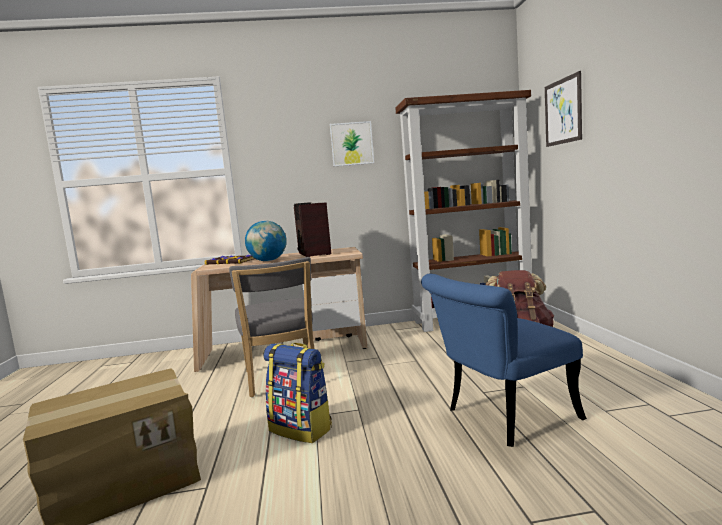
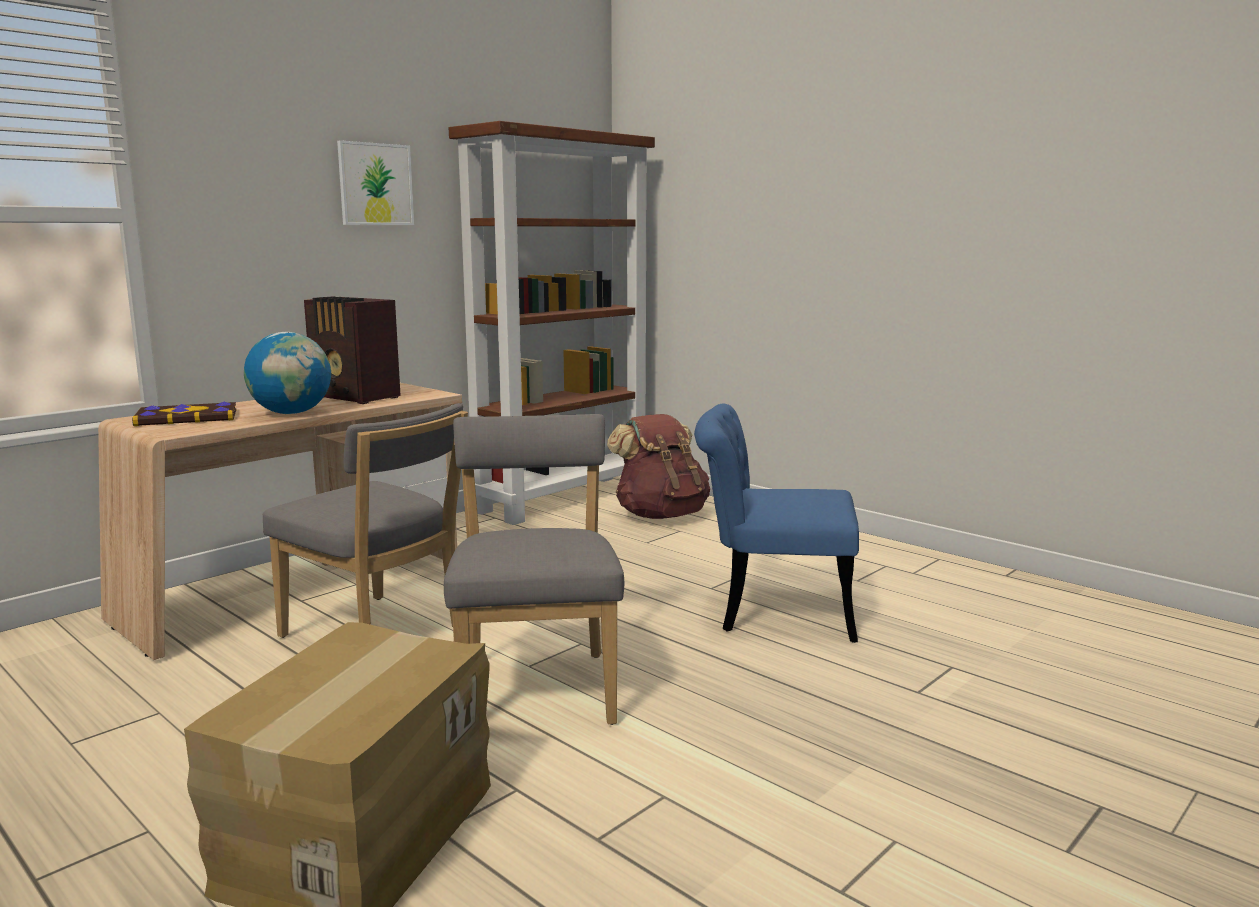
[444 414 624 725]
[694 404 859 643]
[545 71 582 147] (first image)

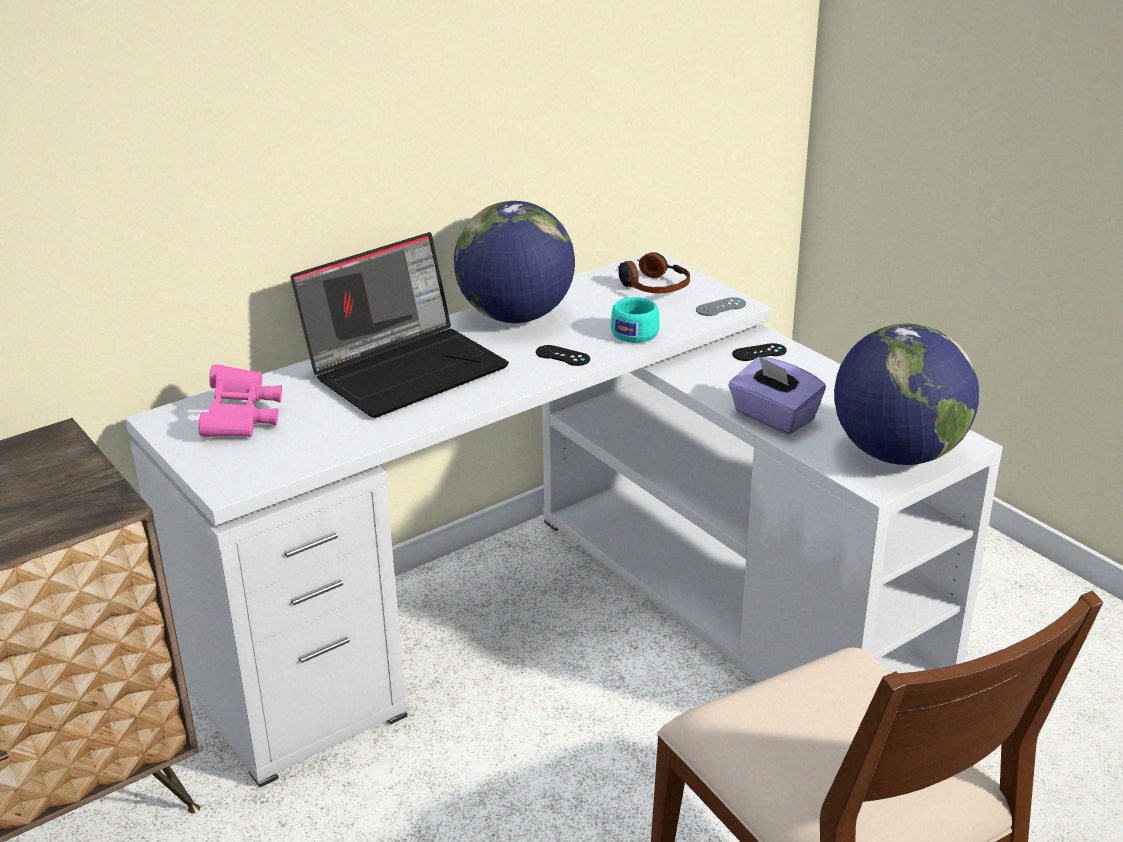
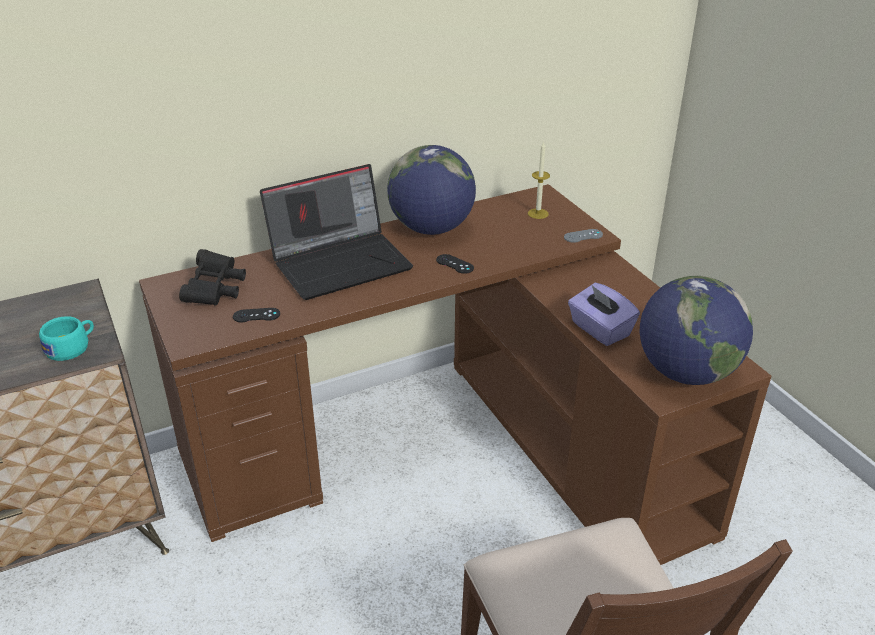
[139 184 771 565]
[179 249 246 306]
[39 316 94 361]
[528 141 550 219]
[233 308 280 322]

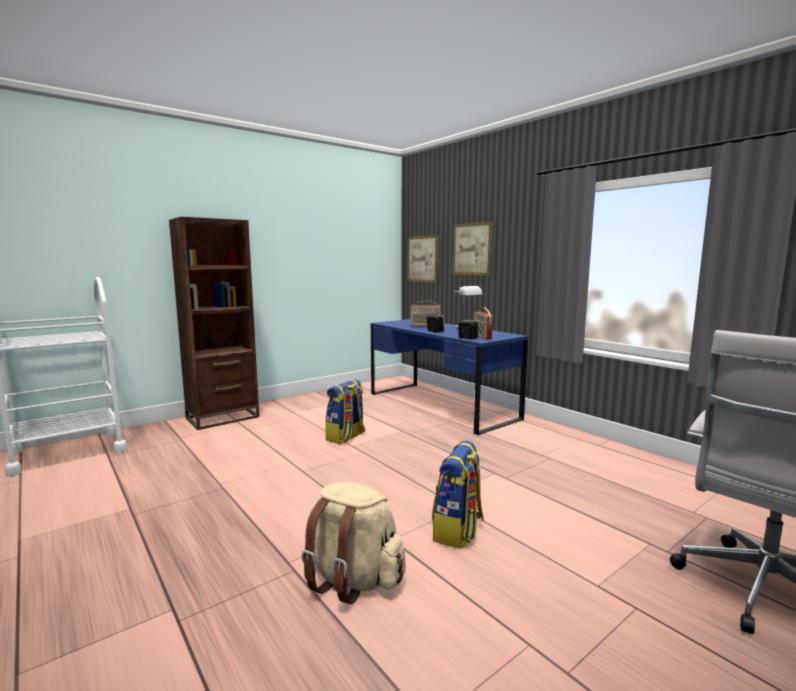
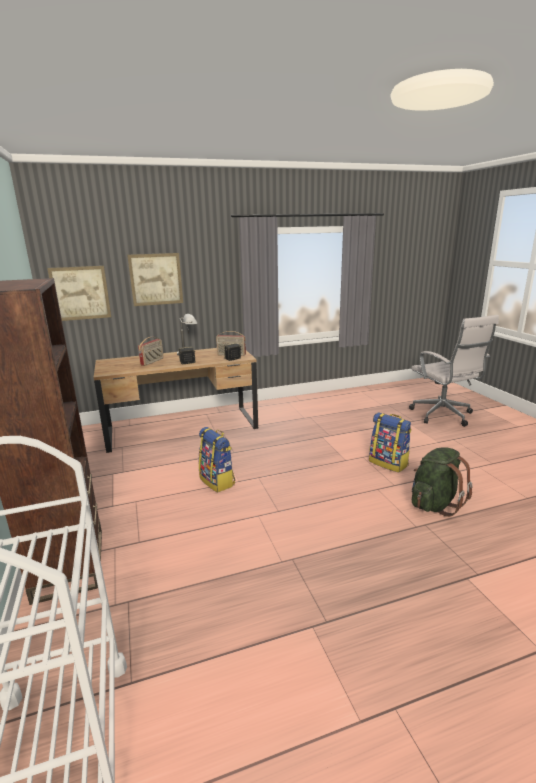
[412 447 472 517]
[94 348 258 453]

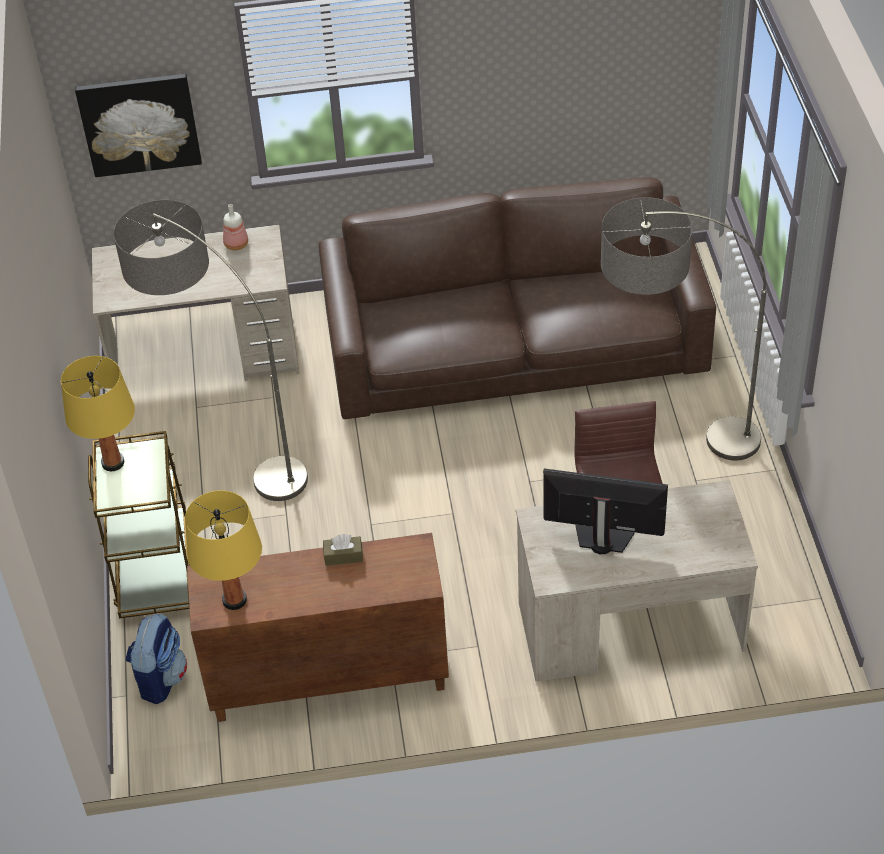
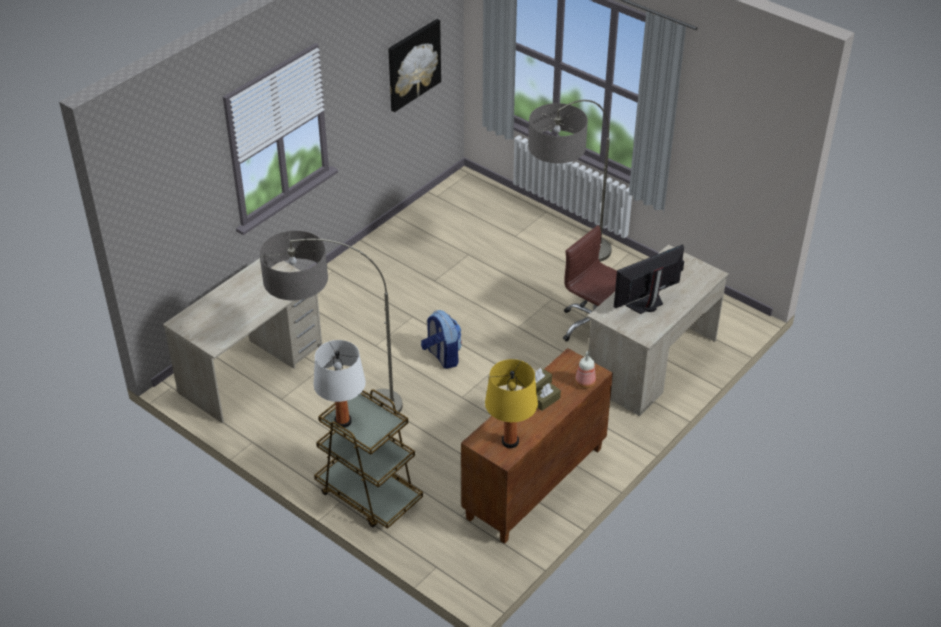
[313 340 366 428]
[388 19 441 112]
[421 310 462 369]
[575 351 596 388]
[319 177 716 419] (first image)
[537 383 561 411]

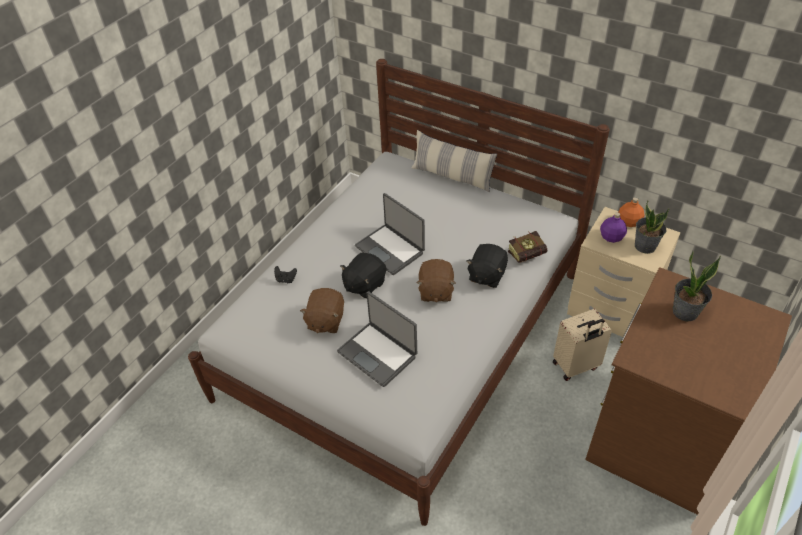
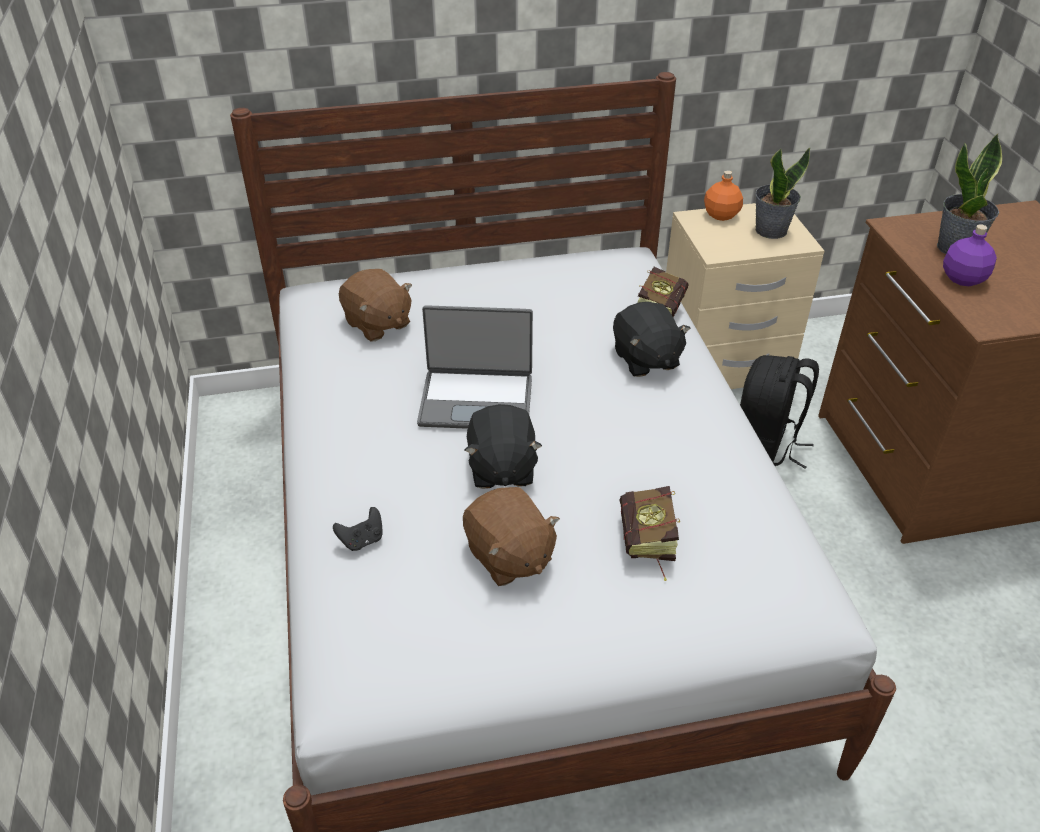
[620 486 680 581]
[412 130 497 192] (first image)
[339 269 412 342]
[740 355 819 469]
[943 224 997 286]

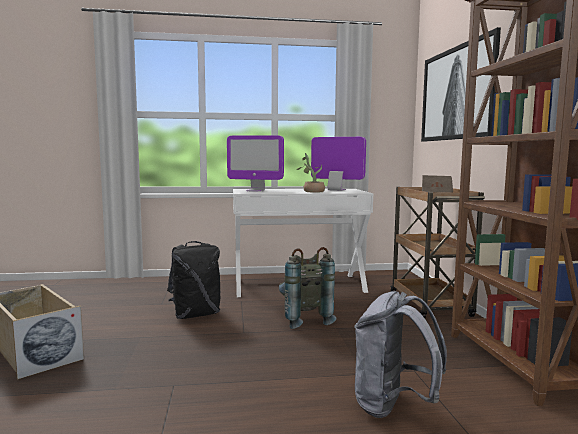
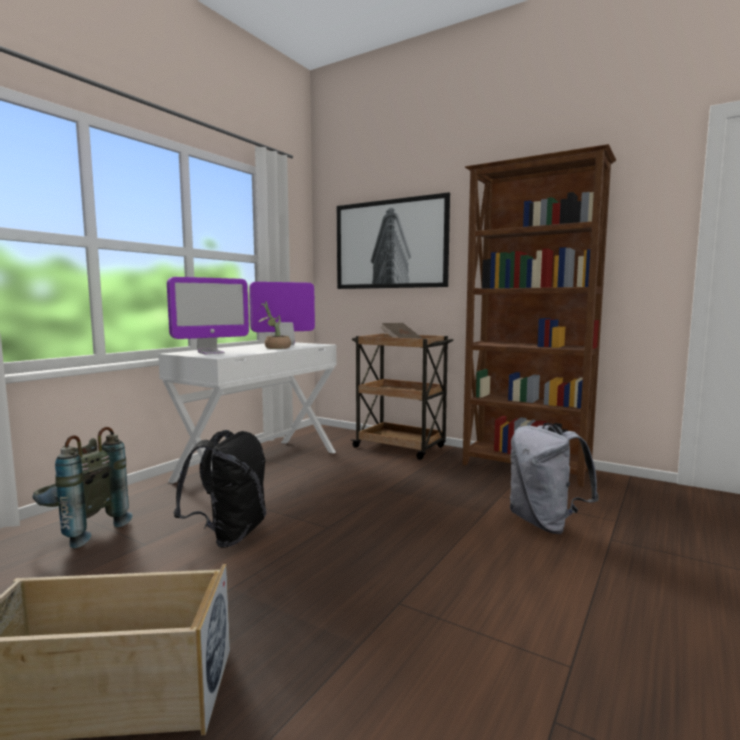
[33 427 133 549]

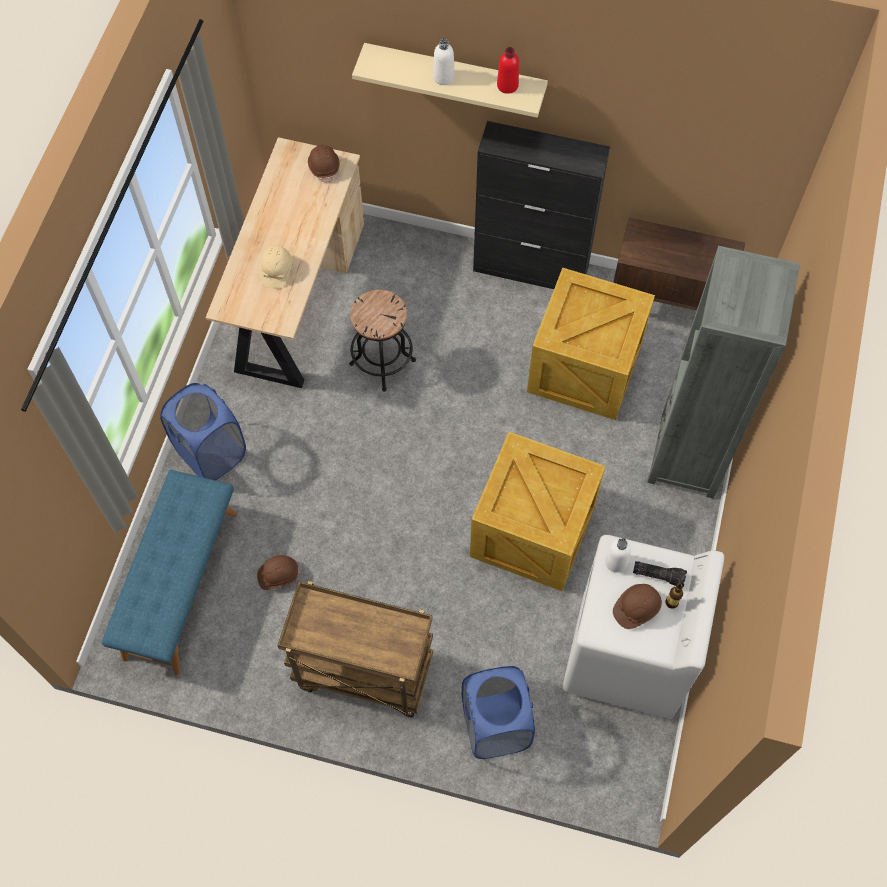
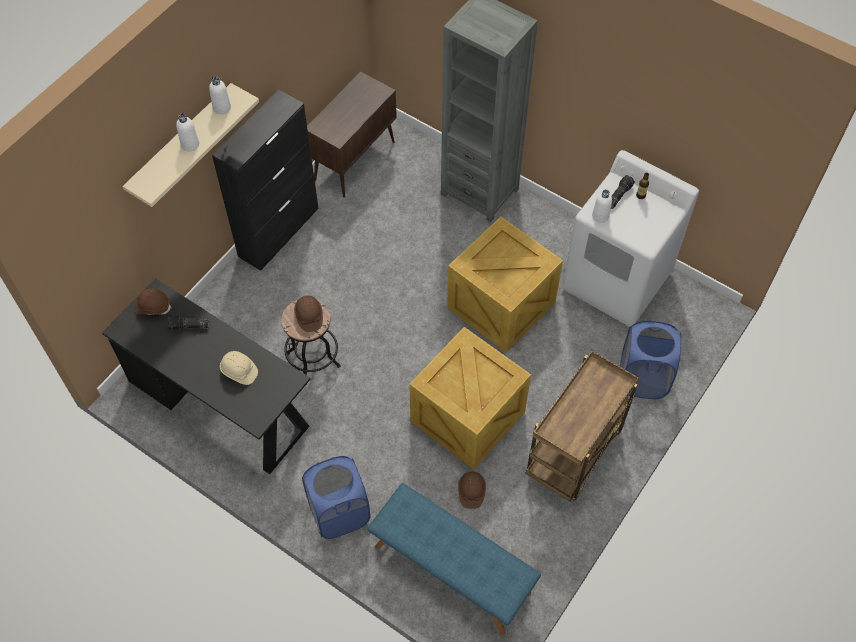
[102 278 311 474]
[209 76 231 114]
[409 327 531 470]
[294 296 323 332]
[168 316 209 330]

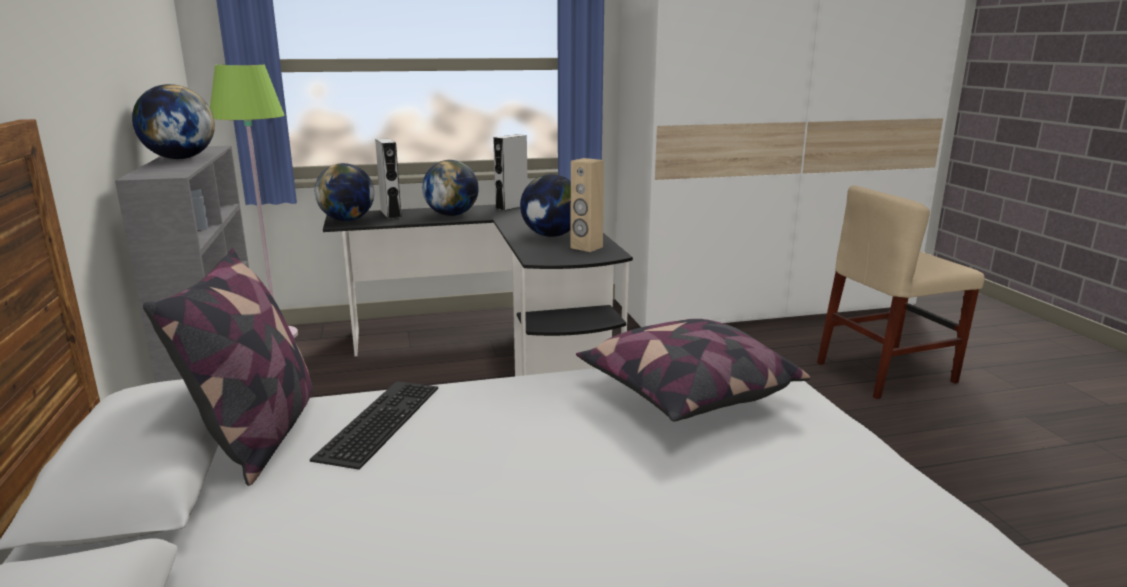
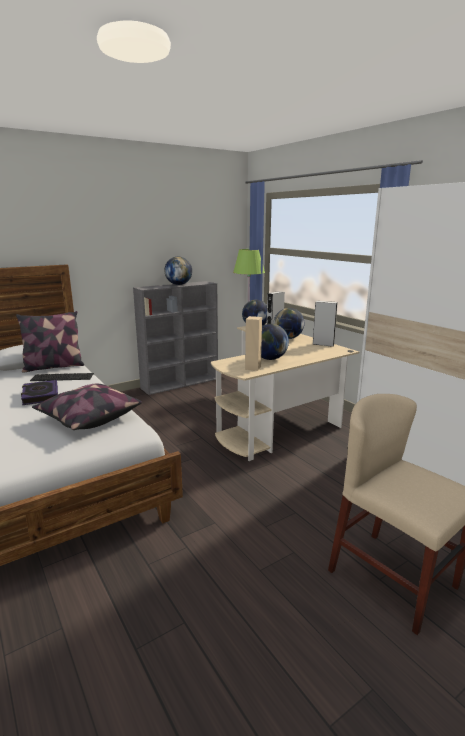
[211 323 359 461]
[21 380 58 405]

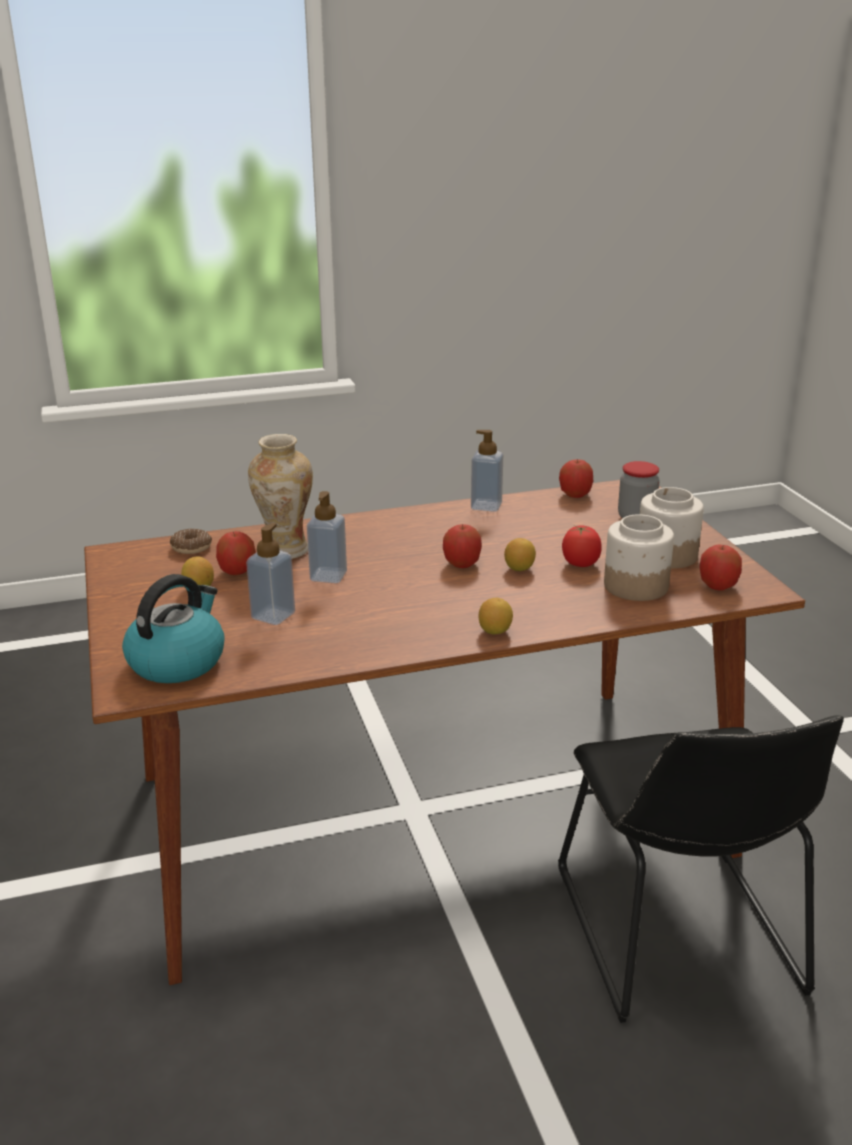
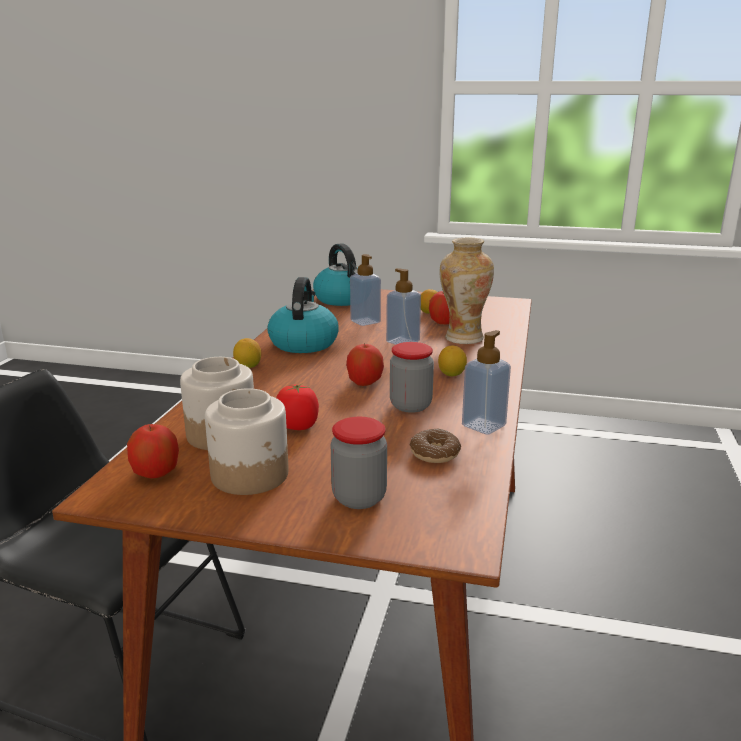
[409 429 461 463]
[438 345 467 376]
[559 459 593 498] (first image)
[267 277 339 353]
[390 342 434 413]

